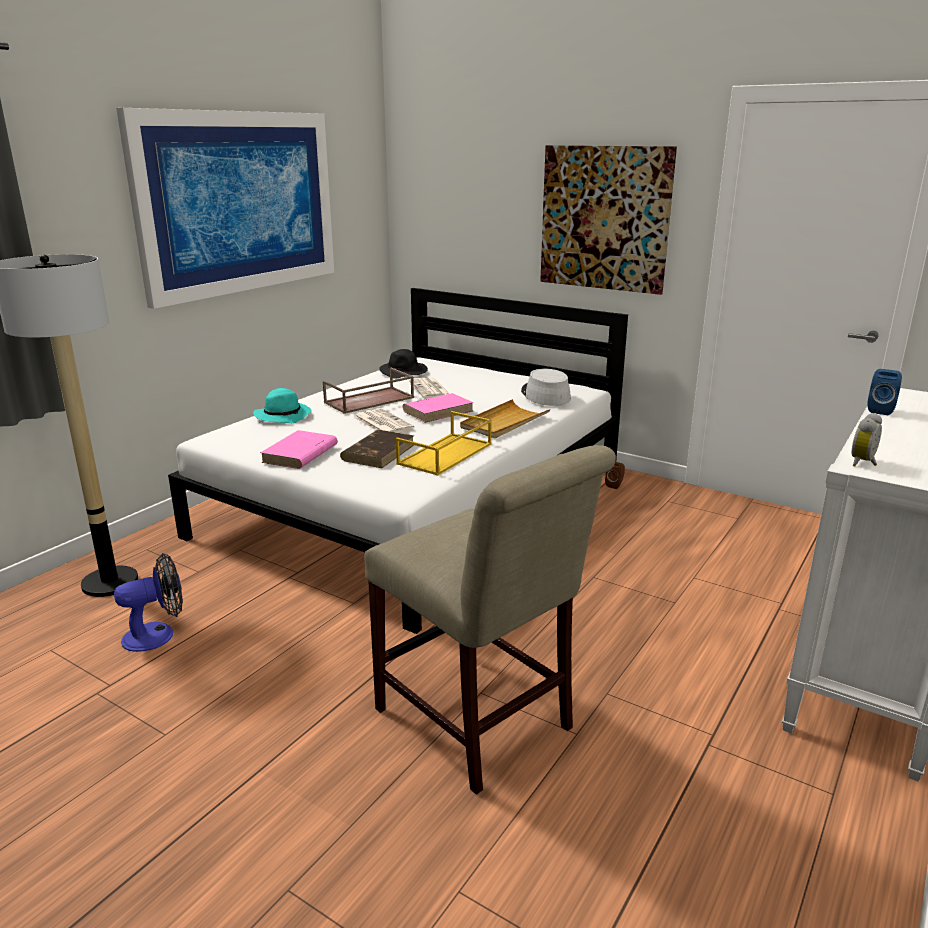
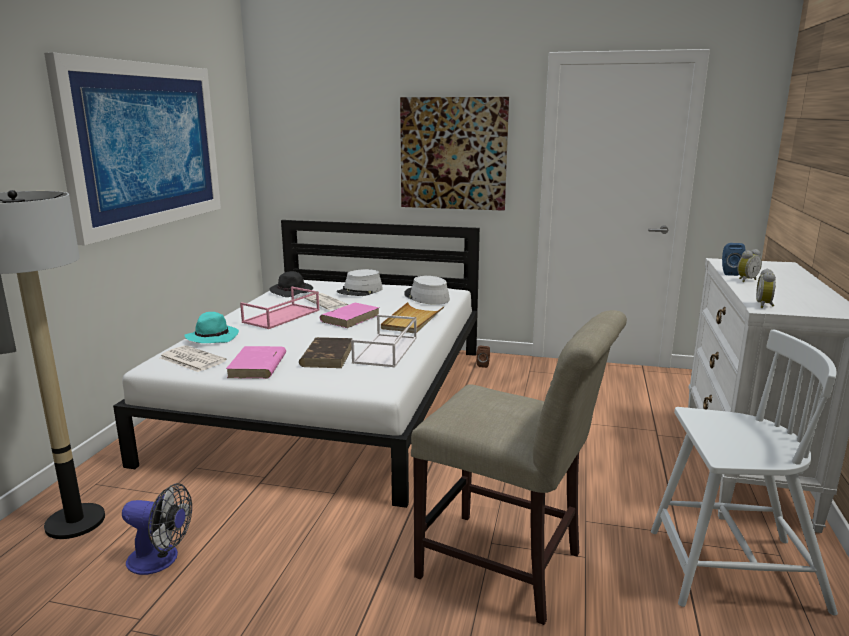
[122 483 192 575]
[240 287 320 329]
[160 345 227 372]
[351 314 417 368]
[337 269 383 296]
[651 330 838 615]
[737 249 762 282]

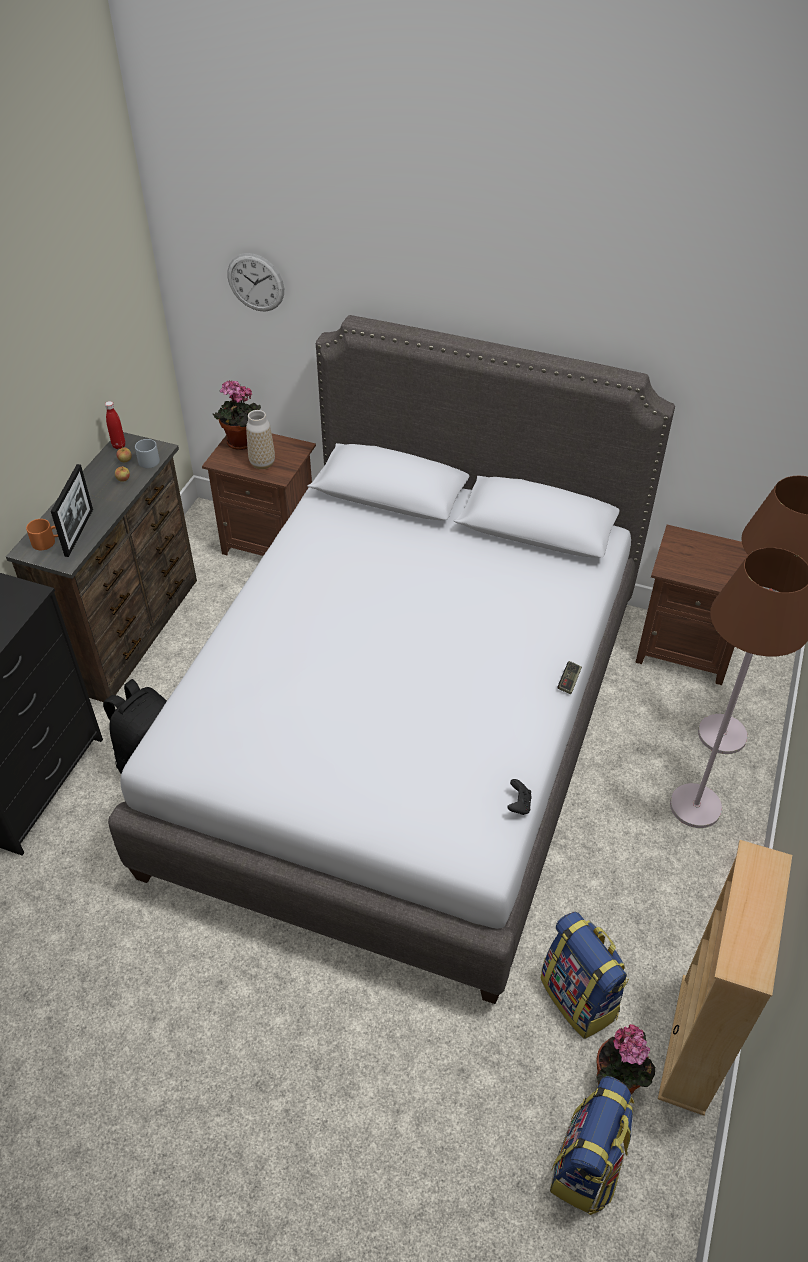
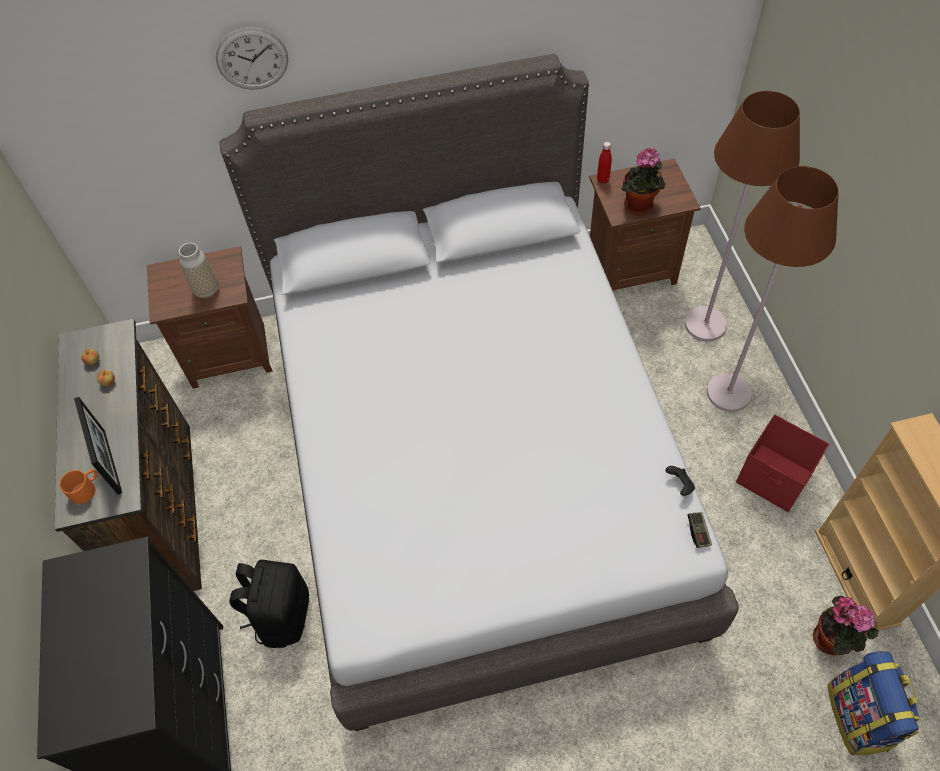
[597 142 612 184]
[135 439 160 468] (first image)
[621 147 666 215]
[216 27 288 90]
[540 912 629 1039] (first image)
[687 512 712 548]
[736 415 829 512]

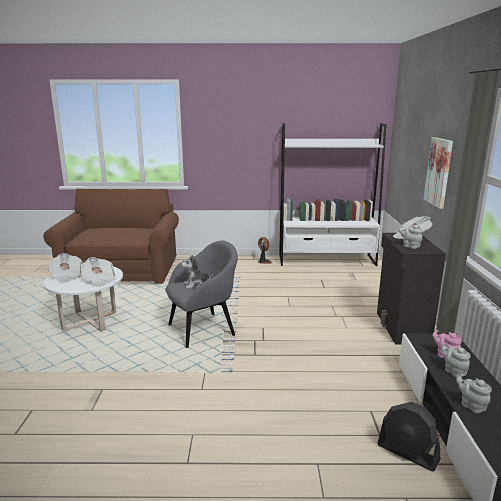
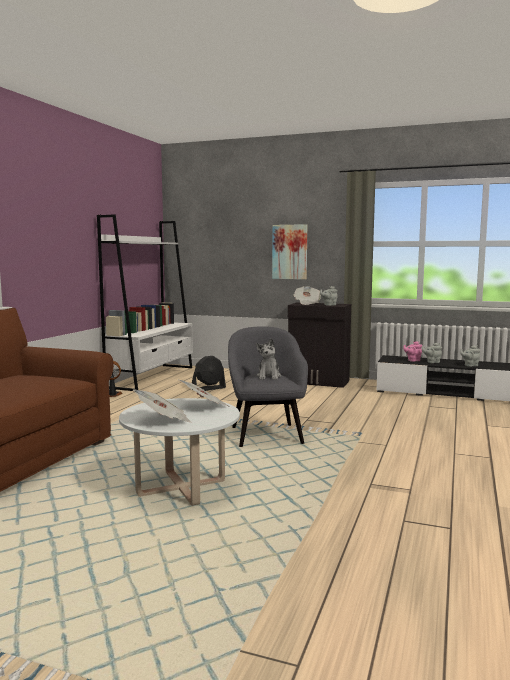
[192 356 226 391]

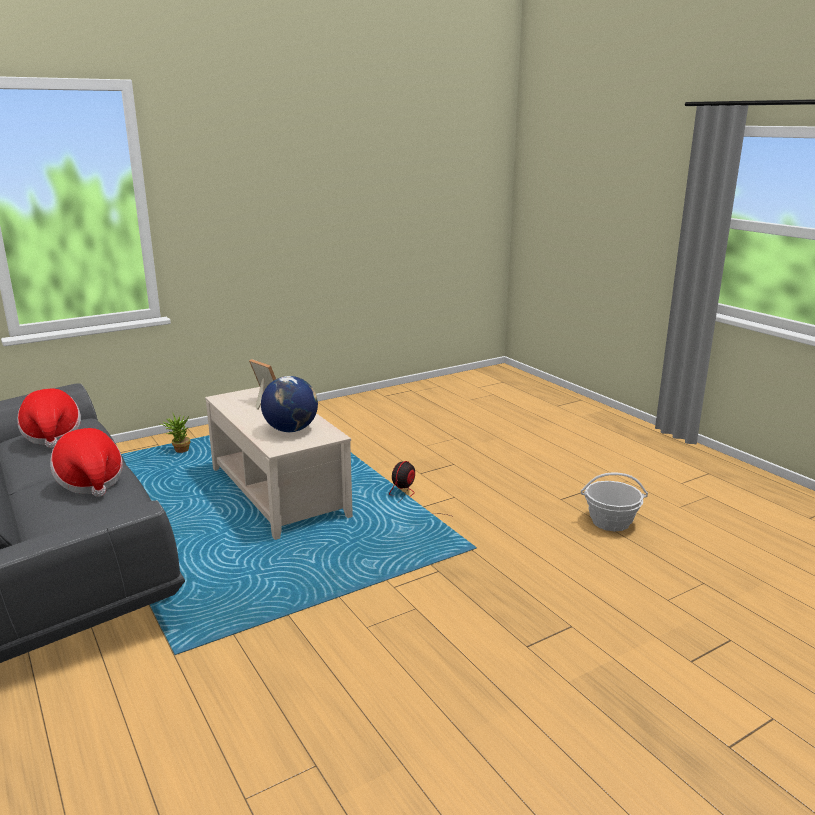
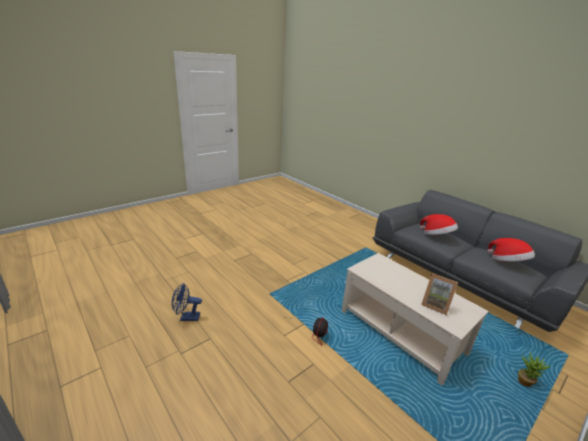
[261 376 318 432] (first image)
[172 283 202 321]

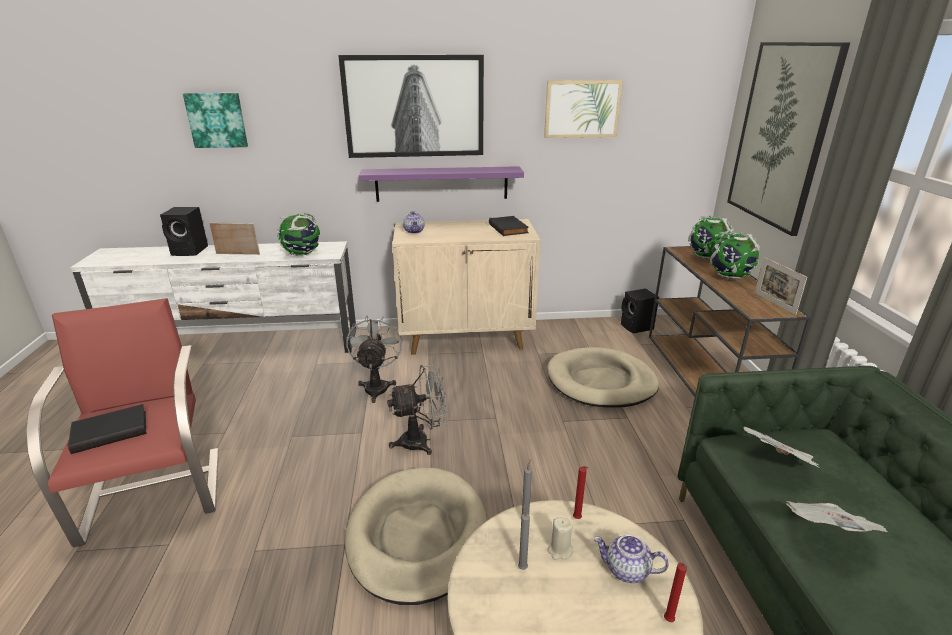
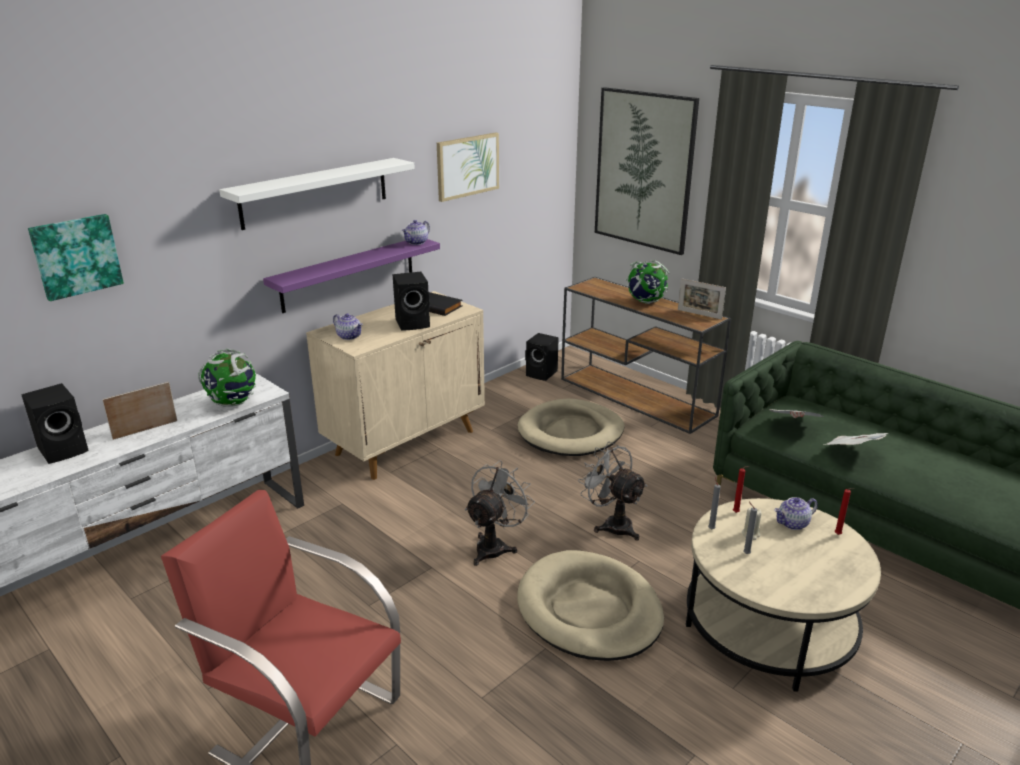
[67 404 146 454] (first image)
[219 158 415 230]
[578 441 647 541]
[688 215 734 259] (first image)
[392 272 430 331]
[402 220 430 245]

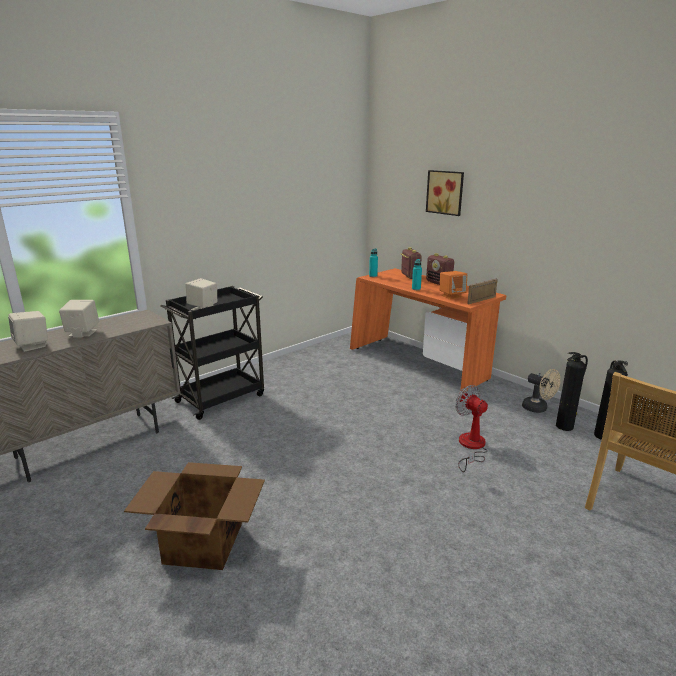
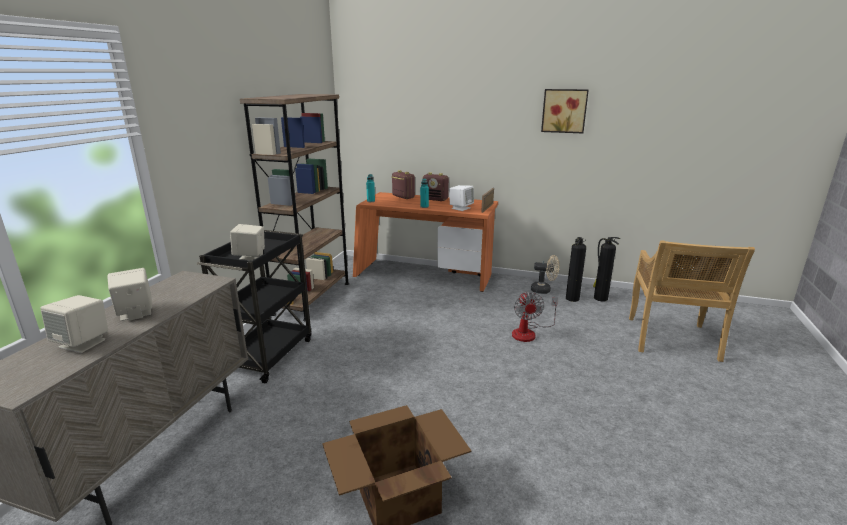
[541 89 589 133]
[449 185 474 211]
[512 292 558 342]
[240 94 349 322]

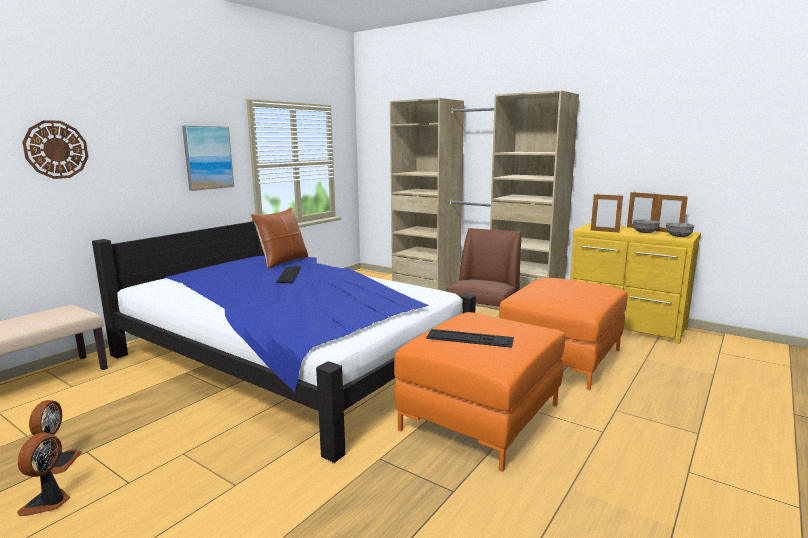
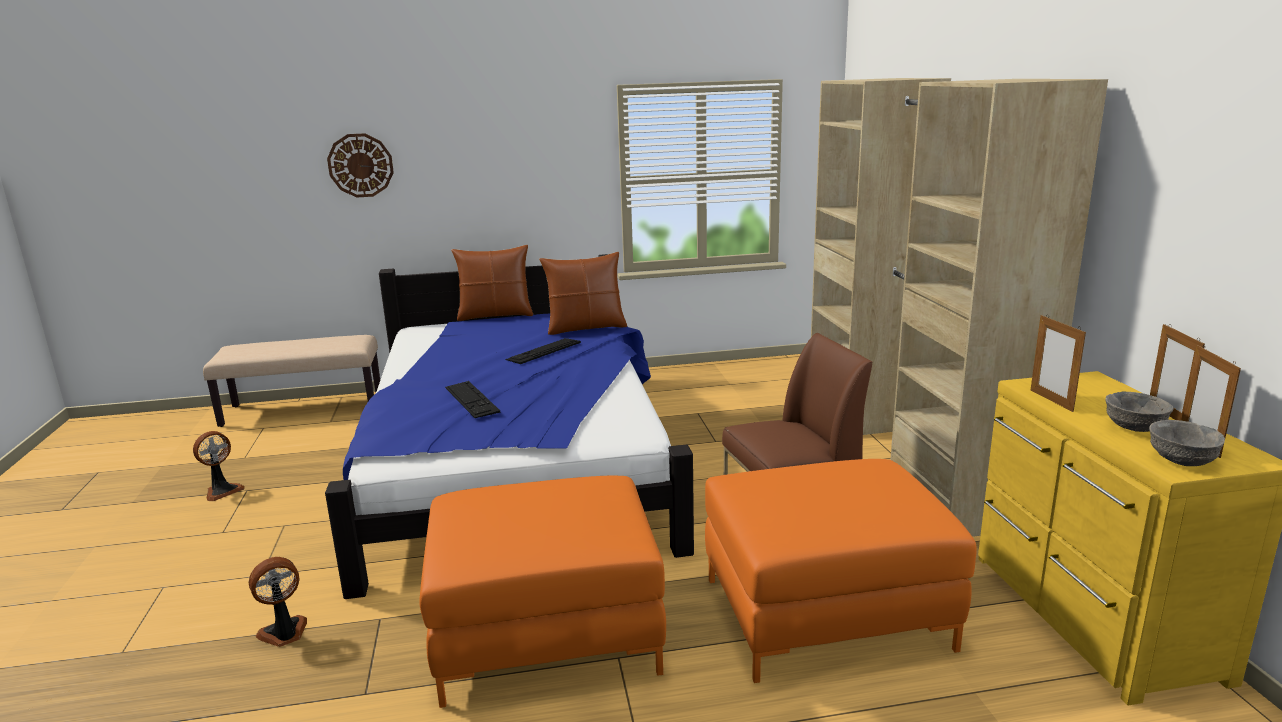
[248 557 307 647]
[182 126 234 191] (first image)
[445 381 500 418]
[451 245 533 321]

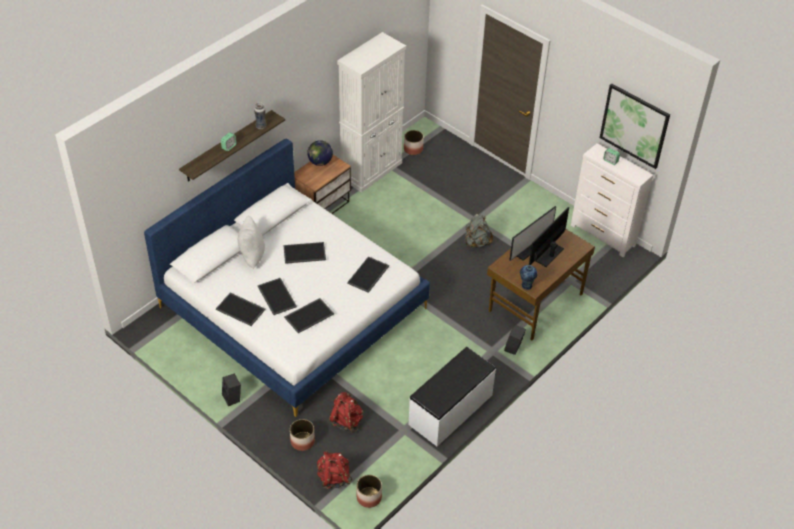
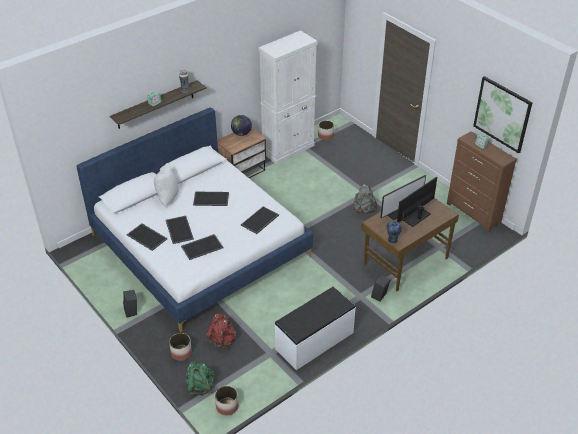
[185 361 215 395]
[447 131 517 233]

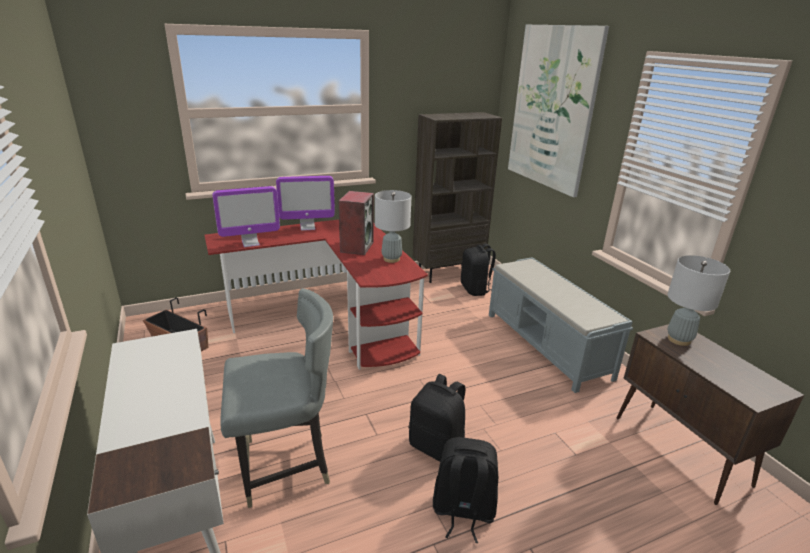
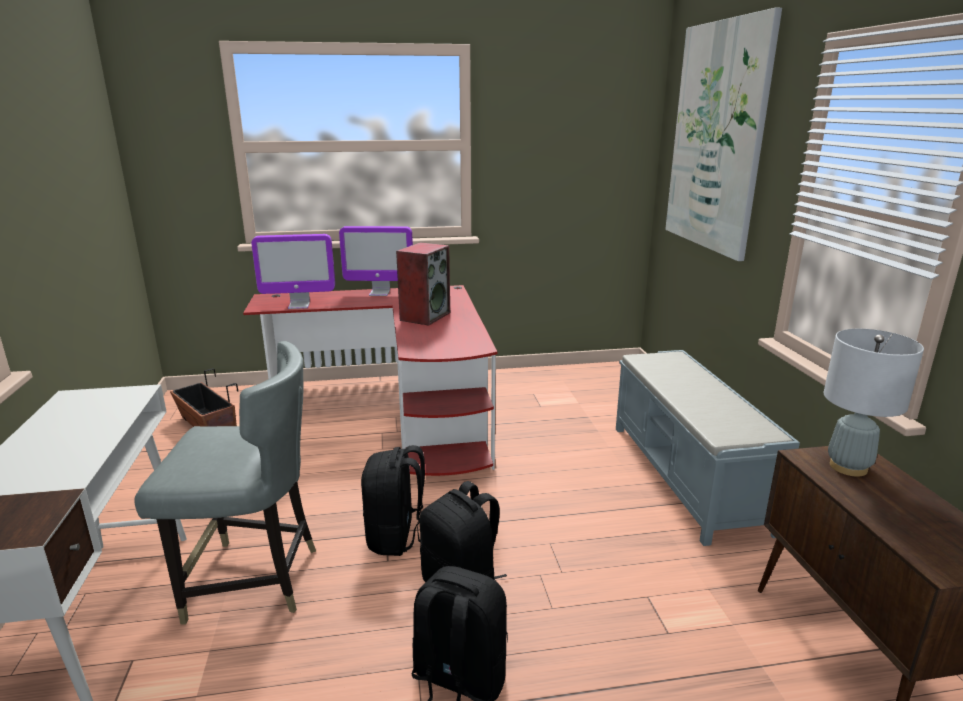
[375 190 411 263] (first image)
[413 112 502 283] (first image)
[361 445 425 556]

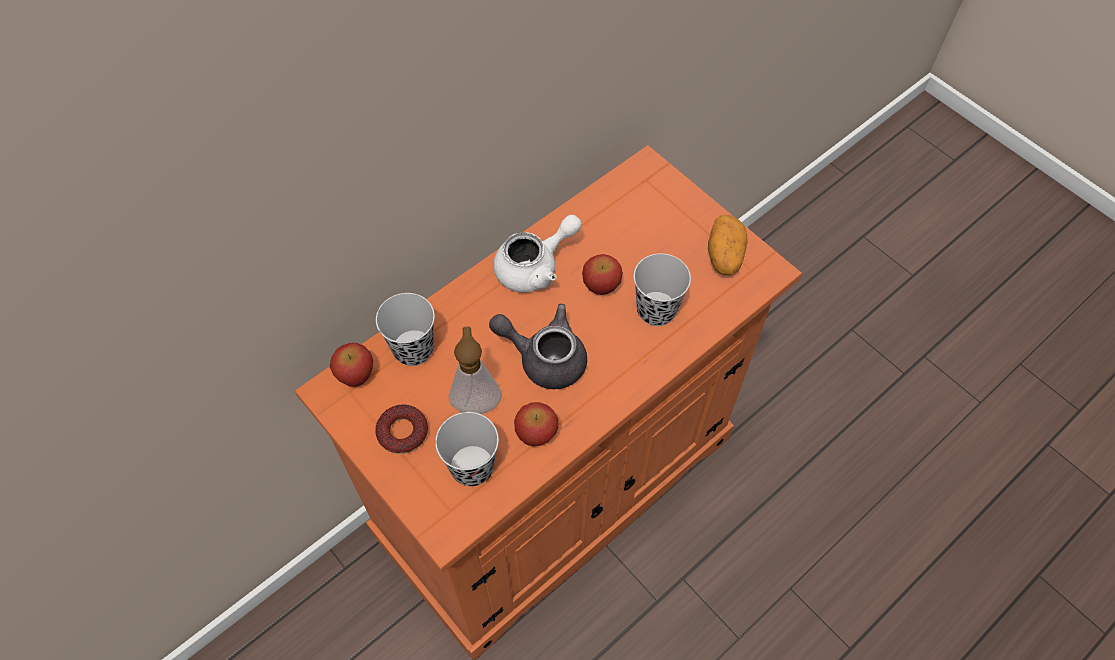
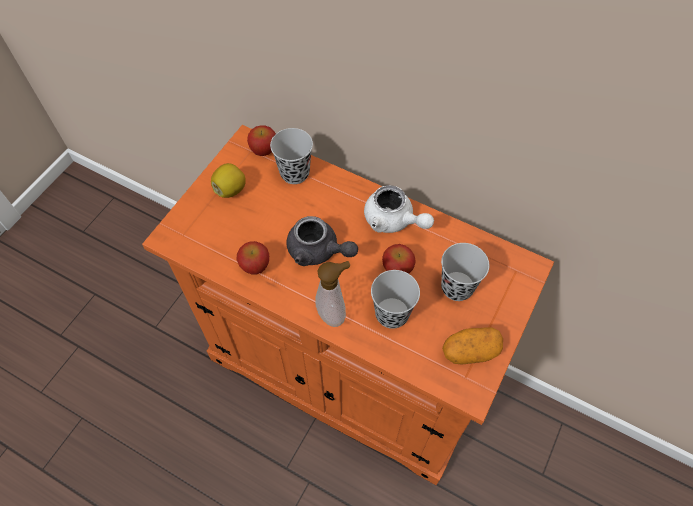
[211 163 246 198]
[441 243 489 301]
[316 261 350 327]
[286 216 358 266]

